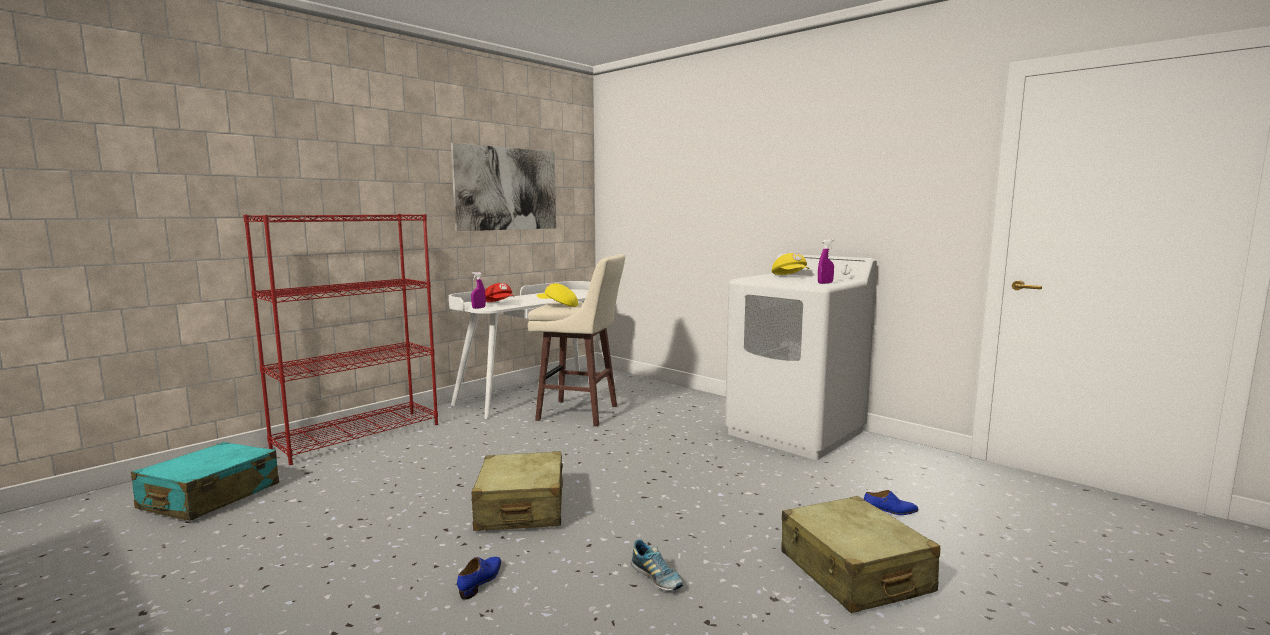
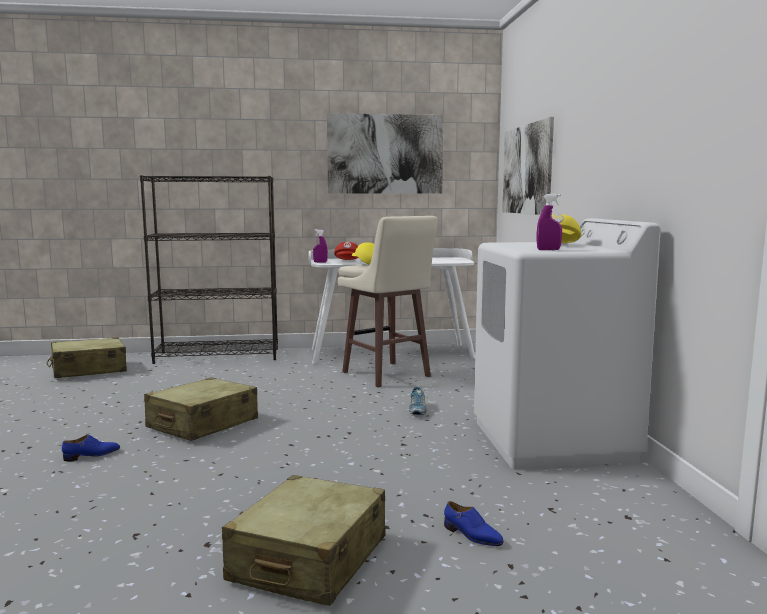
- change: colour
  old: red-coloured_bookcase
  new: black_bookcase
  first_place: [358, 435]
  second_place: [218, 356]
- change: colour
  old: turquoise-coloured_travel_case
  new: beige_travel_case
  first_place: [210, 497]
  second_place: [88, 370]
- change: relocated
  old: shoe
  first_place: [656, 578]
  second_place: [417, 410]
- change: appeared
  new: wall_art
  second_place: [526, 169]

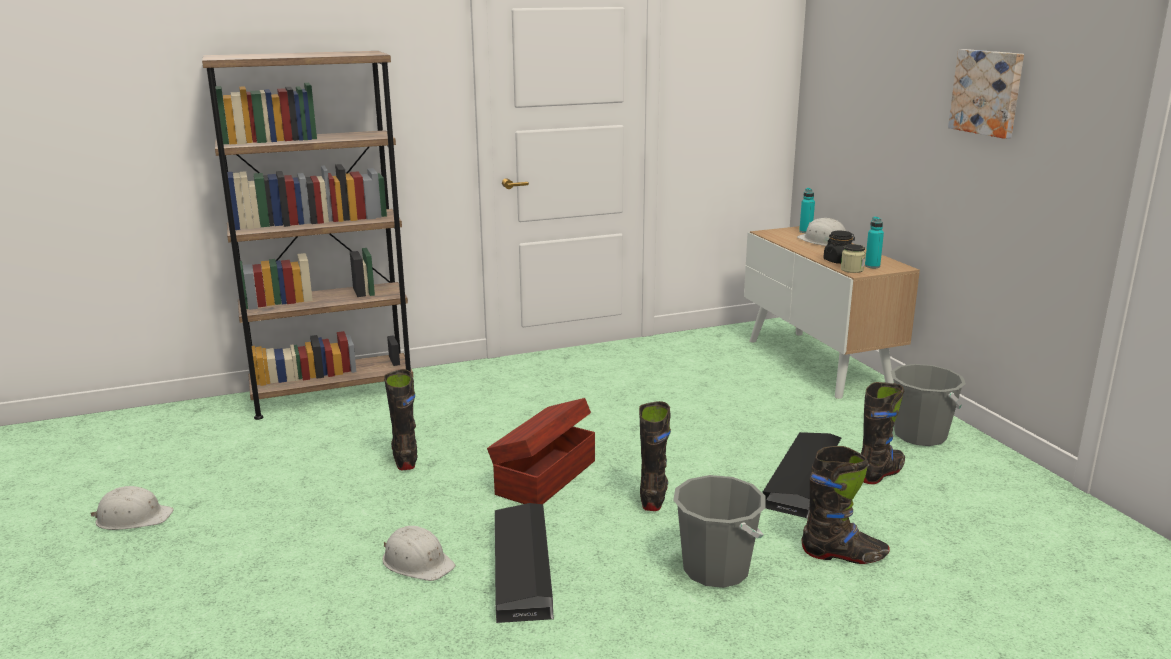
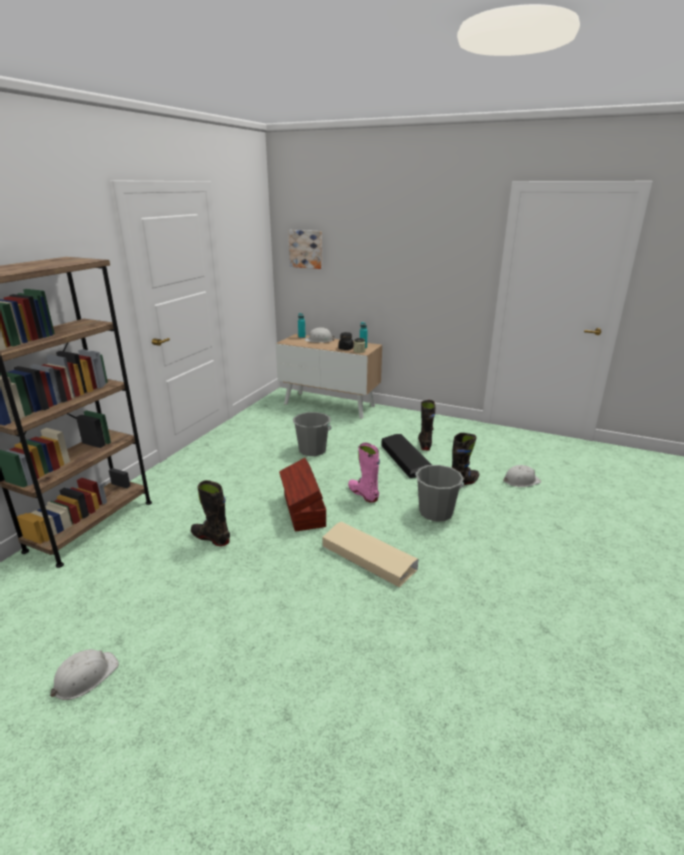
- change: relocated
  old: wall_art
  first_place: [988, 92]
  second_place: [306, 249]
- change: relocated
  old: gray_pail
  first_place: [920, 435]
  second_place: [312, 450]
- change: colour
  old: black_tall_boot
  new: pink_tall_boot
  first_place: [654, 495]
  second_place: [363, 494]
- change: colour
  old: black_storage_box
  new: beige_storage_box
  first_place: [522, 569]
  second_place: [368, 558]
- change: relocated
  old: white_work_helmet
  first_place: [417, 562]
  second_place: [521, 480]

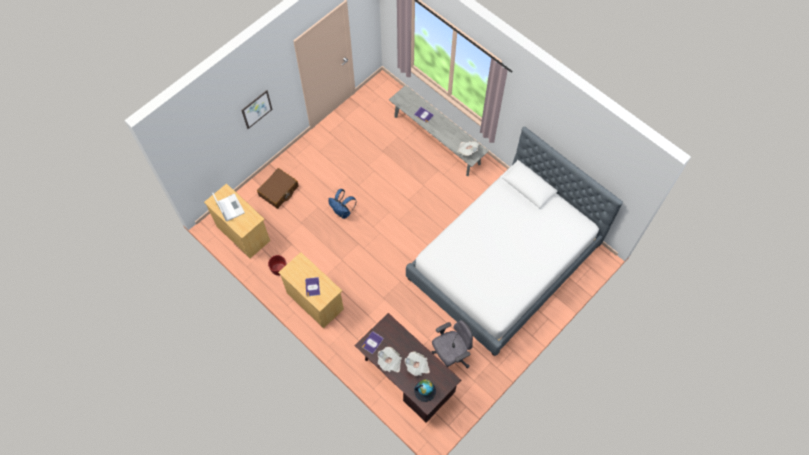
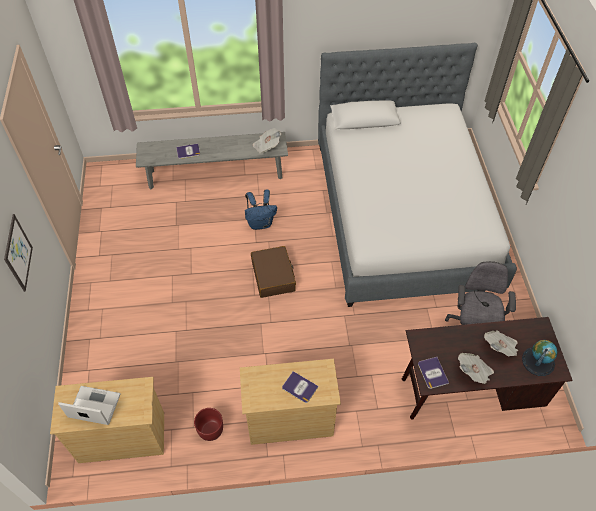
- change: relocated
  old: brownish_travel_case
  first_place: [279, 191]
  second_place: [273, 276]
- change: relocated
  old: bluish_backpack
  first_place: [343, 212]
  second_place: [261, 223]

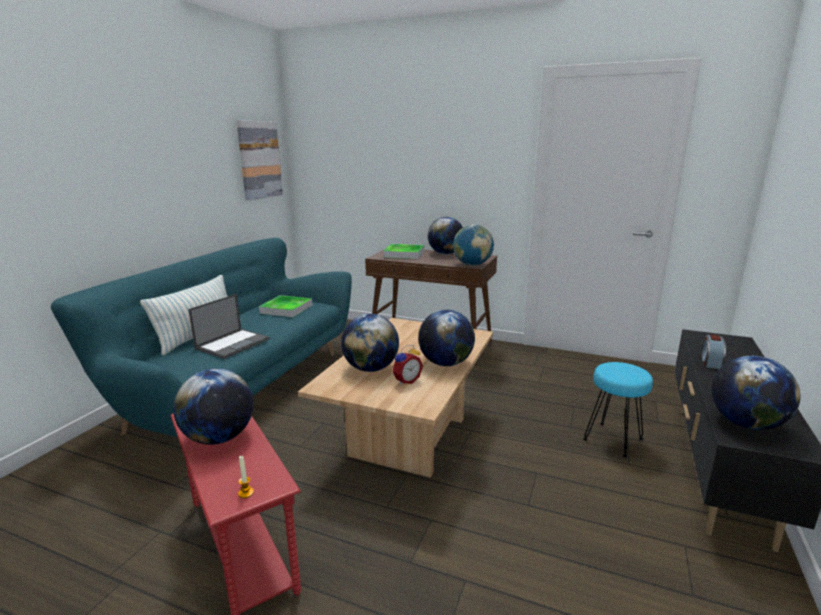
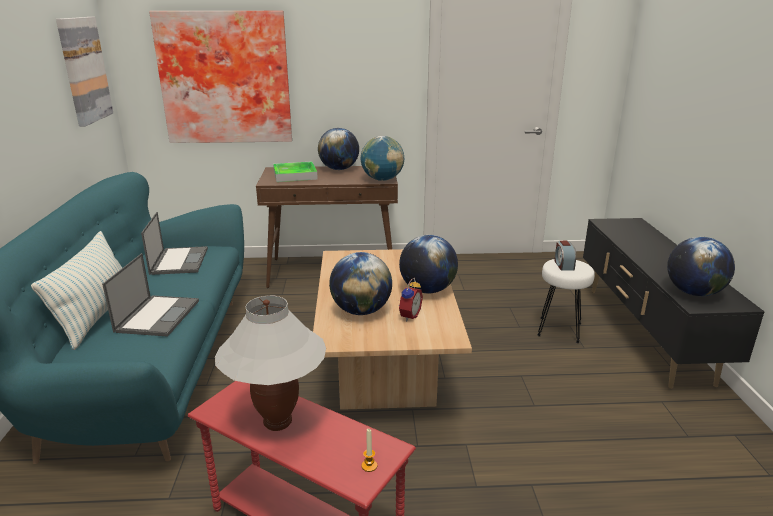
- change: exchanged
  old: tray
  new: portable_computer
  first_place: [286, 309]
  second_place: [179, 261]
- change: relocated
  old: table_clock
  first_place: [711, 362]
  second_place: [563, 265]
- change: colour
  old: turquoise-coloured_stool_seat
  new: white_stool_seat
  first_place: [613, 440]
  second_place: [560, 330]
- change: exchanged
  old: world_globe
  new: white_tabletop_lamp
  first_place: [219, 438]
  second_place: [278, 422]
- change: appeared
  new: wall_art
  second_place: [225, 78]

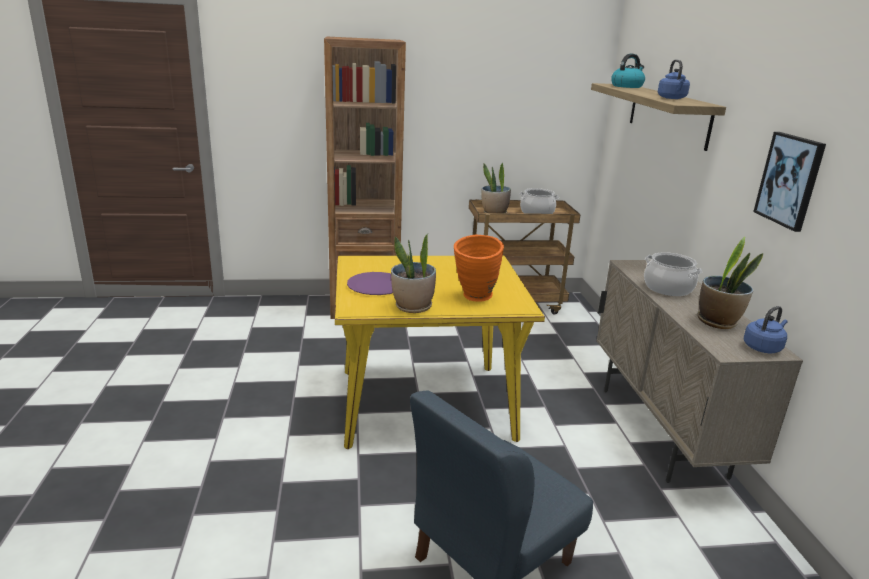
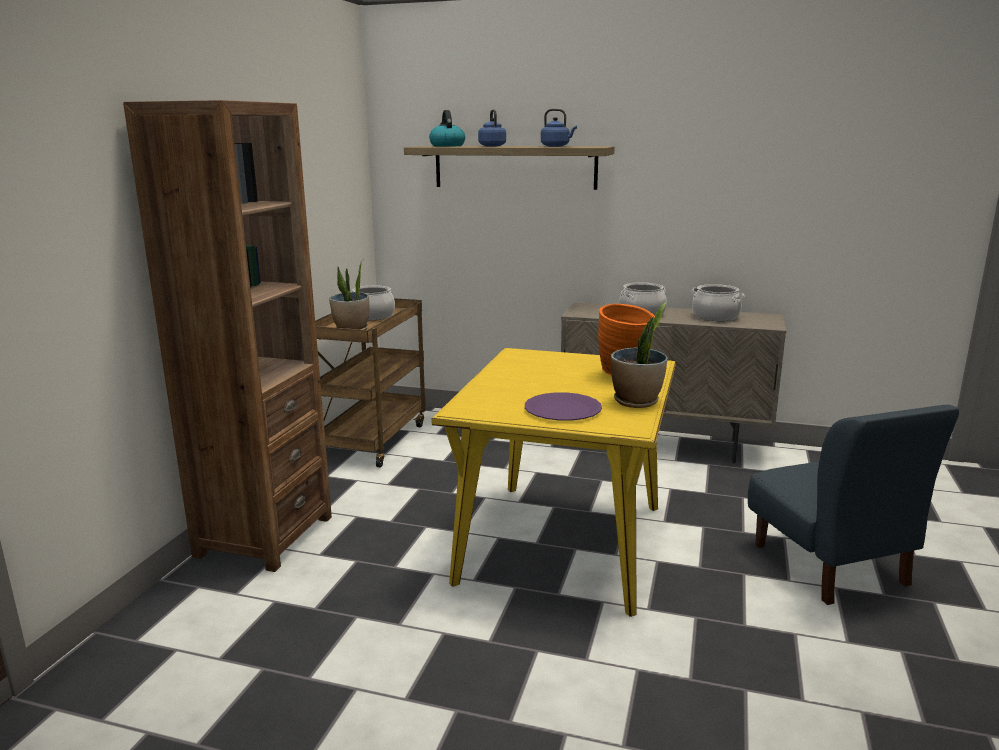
- change: missing
  old: wall_art
  first_place: [790, 180]
- change: exchanged
  old: potted_plant
  new: stockpot
  first_place: [718, 322]
  second_place: [715, 317]
- change: relocated
  old: bluish_tea_kettle
  first_place: [763, 347]
  second_place: [492, 146]

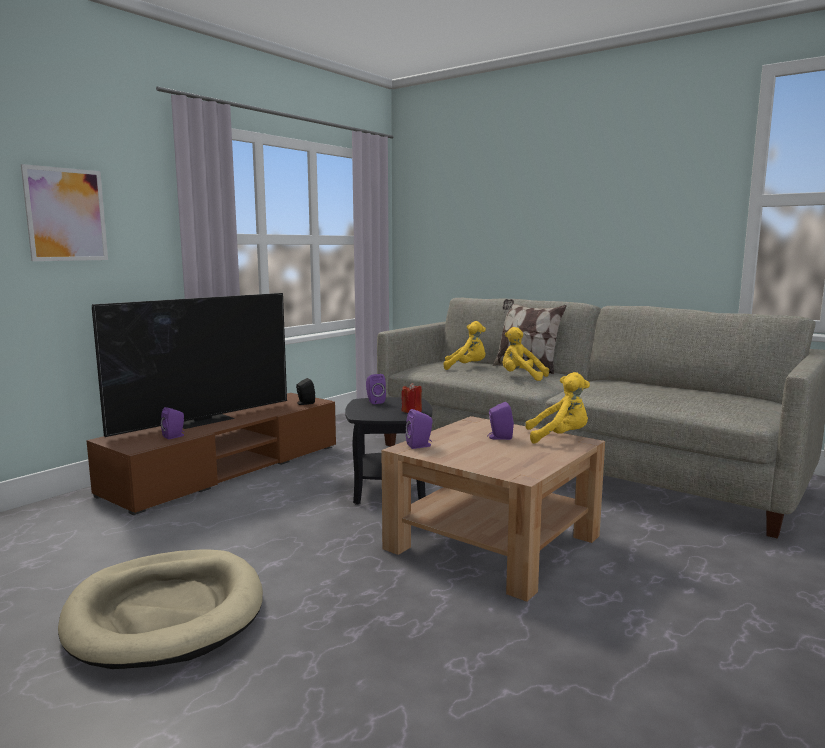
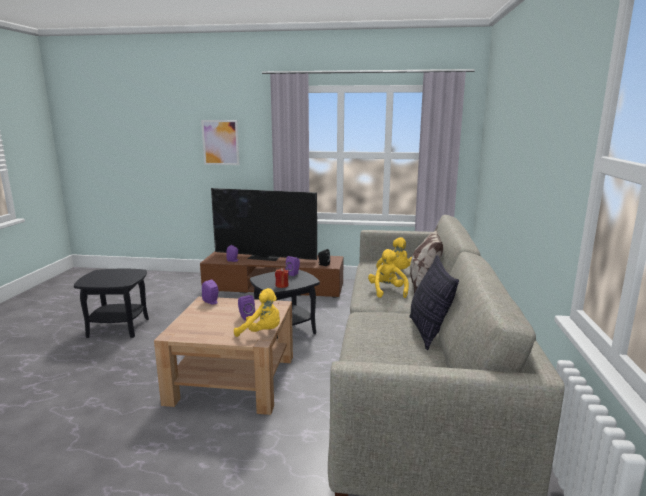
- change: spun
  old: yellow_plush_toy
  first_place: [559, 437]
  second_place: [262, 332]
  degrees: -45
- change: exchanged
  old: beige_dog_bed
  new: black_accent_table
  first_place: [166, 613]
  second_place: [118, 328]
- change: appeared
  new: throw_pillow
  second_place: [428, 332]

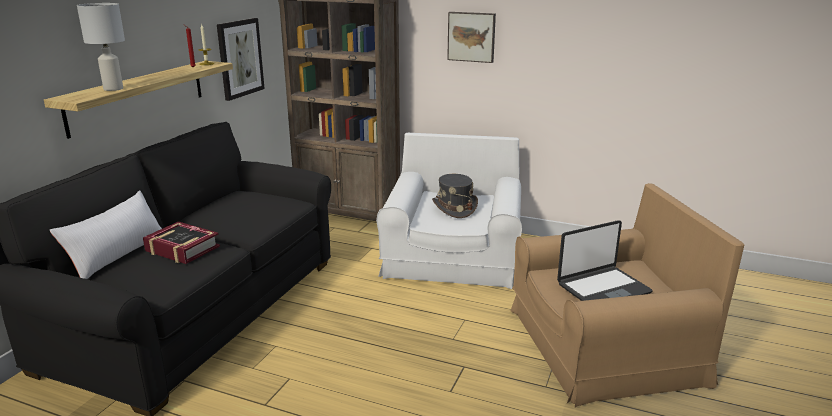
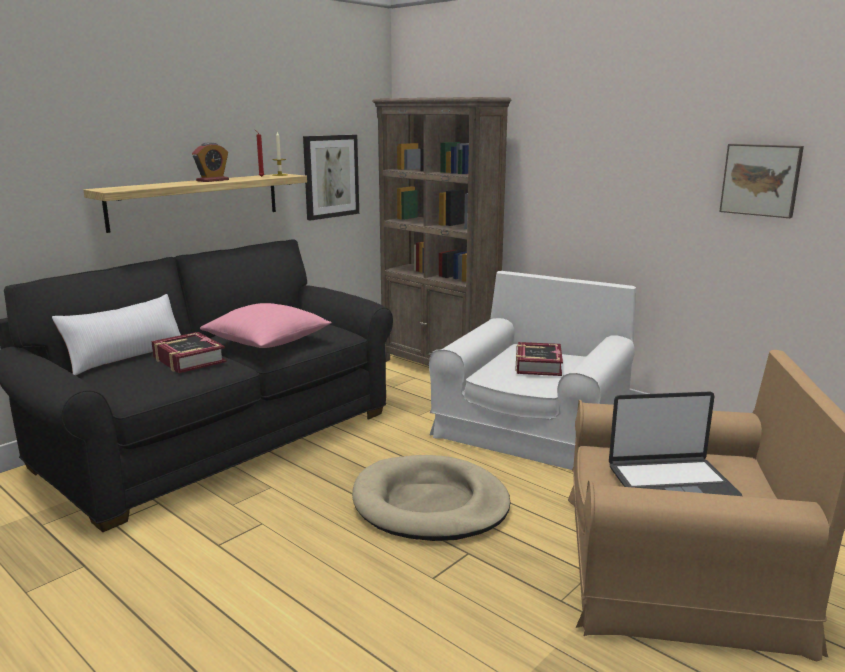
- change: missing
  old: white_tabletop_lamp
  first_place: [114, 89]
- change: relocated
  old: wall_art
  first_place: [471, 36]
  second_place: [761, 180]
- change: exchanged
  old: gray_clothing_hat
  new: bound_book
  first_place: [454, 208]
  second_place: [538, 365]
- change: appeared
  new: table_clock
  second_place: [212, 180]
- change: appeared
  new: pink_throw_pillow
  second_place: [267, 342]
- change: appeared
  new: beige_dog_bed
  second_place: [430, 504]

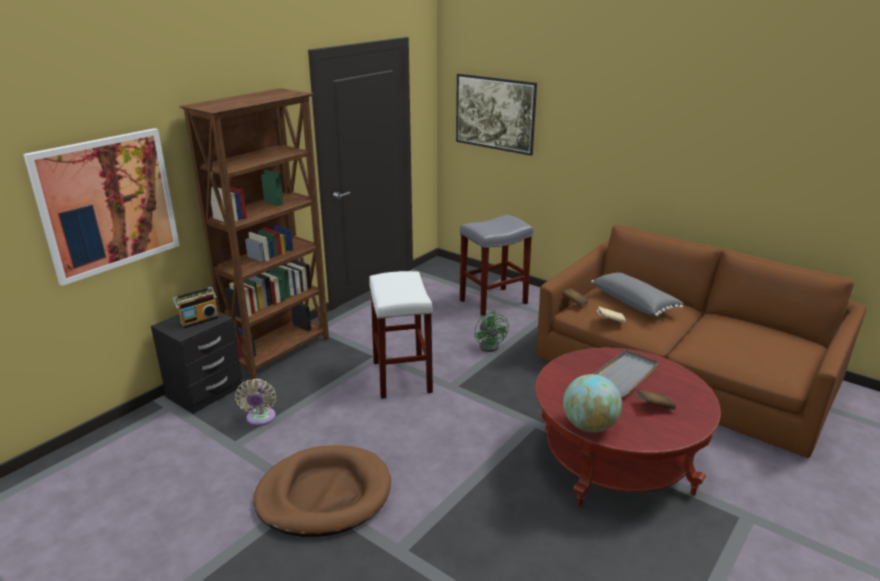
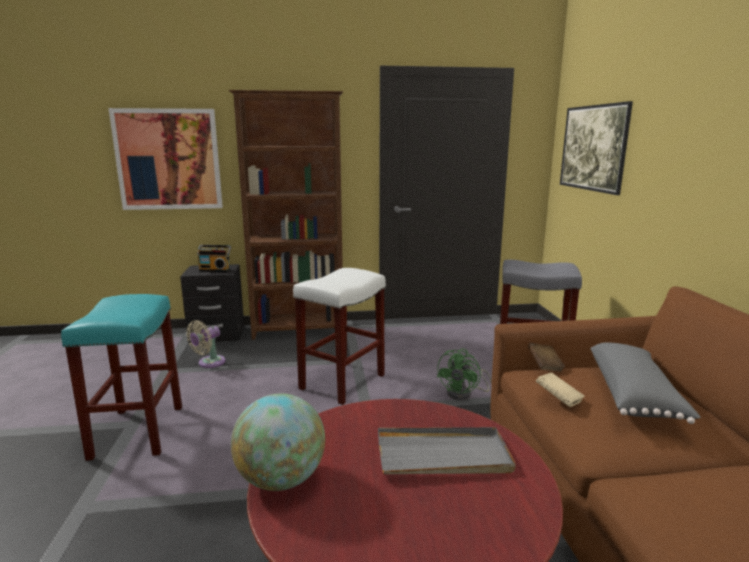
- change: missing
  old: brownish_bound_book
  first_place: [654, 406]
- change: exchanged
  old: brownish_dog_bed
  new: turquoise-coloured_stool_seat
  first_place: [324, 495]
  second_place: [137, 431]

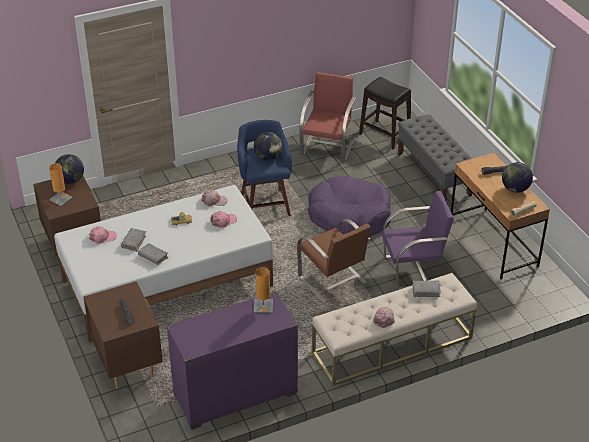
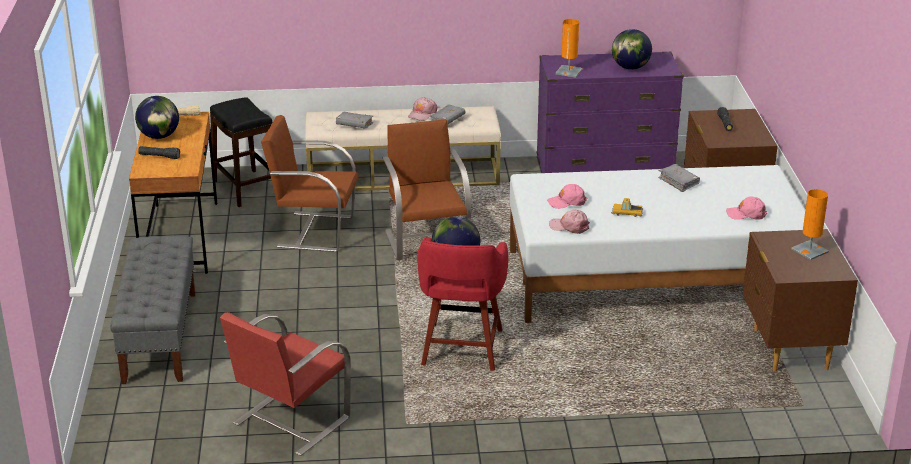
- change: relocated
  old: black_stool_seat
  first_place: [384, 134]
  second_place: [246, 188]
- change: colour
  old: bluish_stool_seat
  new: red-coloured_stool_seat
  first_place: [265, 204]
  second_place: [461, 350]
- change: relocated
  old: world_globe
  first_place: [70, 180]
  second_place: [630, 68]
- change: missing
  old: purple_dog_bed
  first_place: [349, 215]
- change: colour
  old: purple_chair
  new: brownish_chair
  first_place: [413, 270]
  second_place: [314, 231]
- change: relocated
  old: gray_bound_book
  first_place: [134, 242]
  second_place: [447, 120]

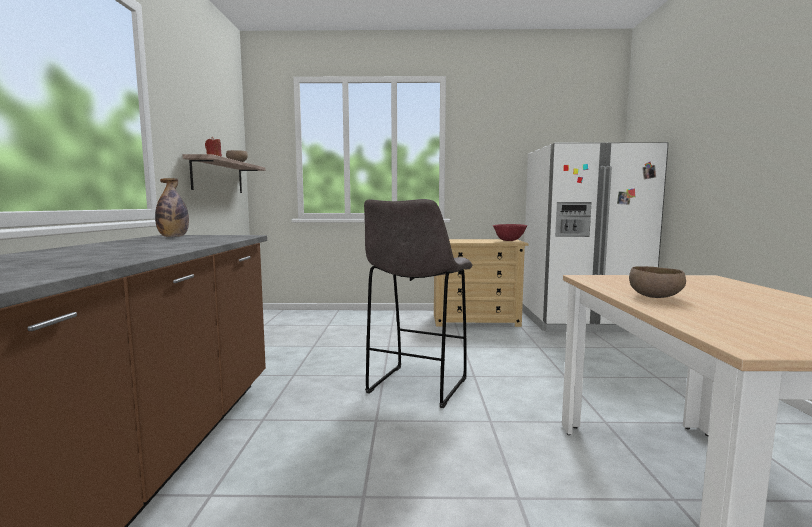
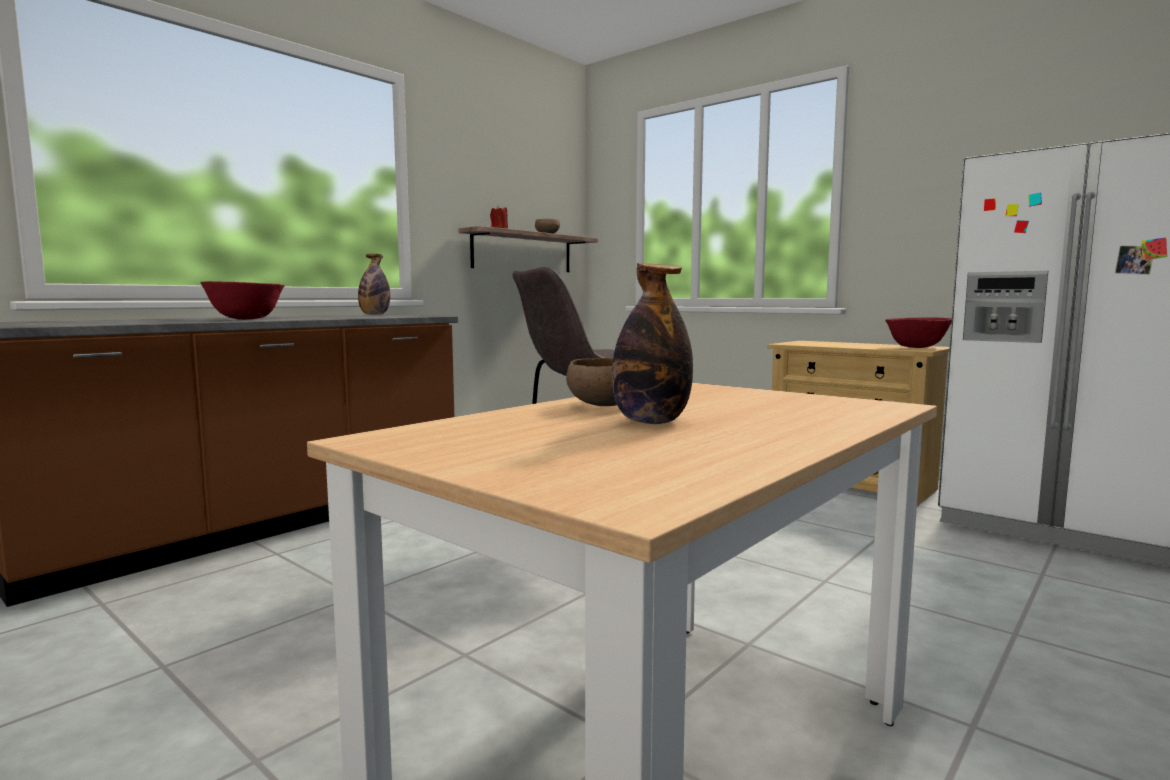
- change: appeared
  new: drink_bottle
  second_place: [650, 421]
- change: appeared
  new: red-coloured_deep_dish
  second_place: [245, 319]

